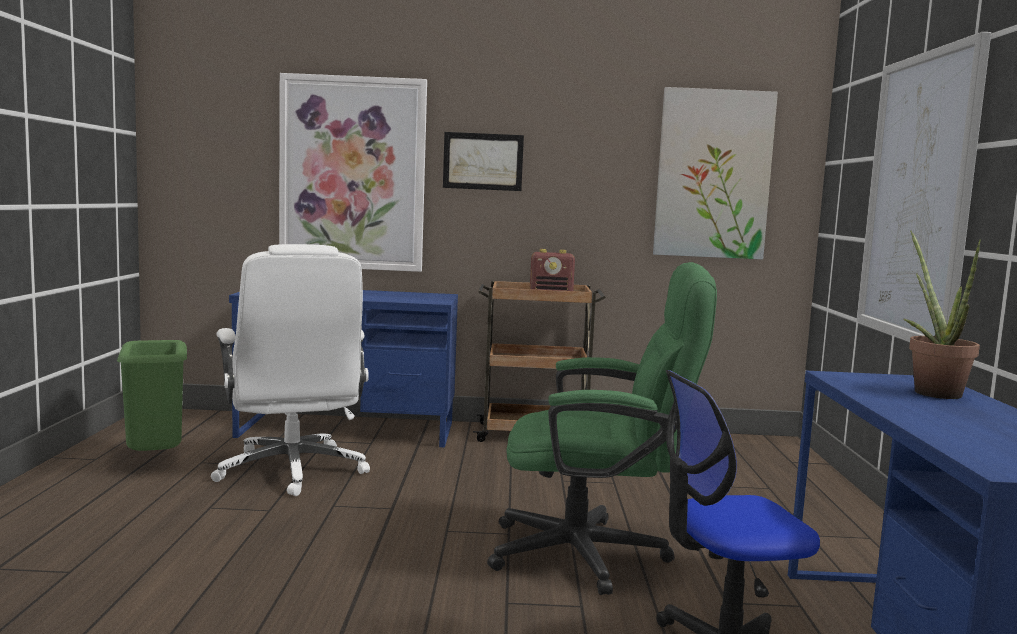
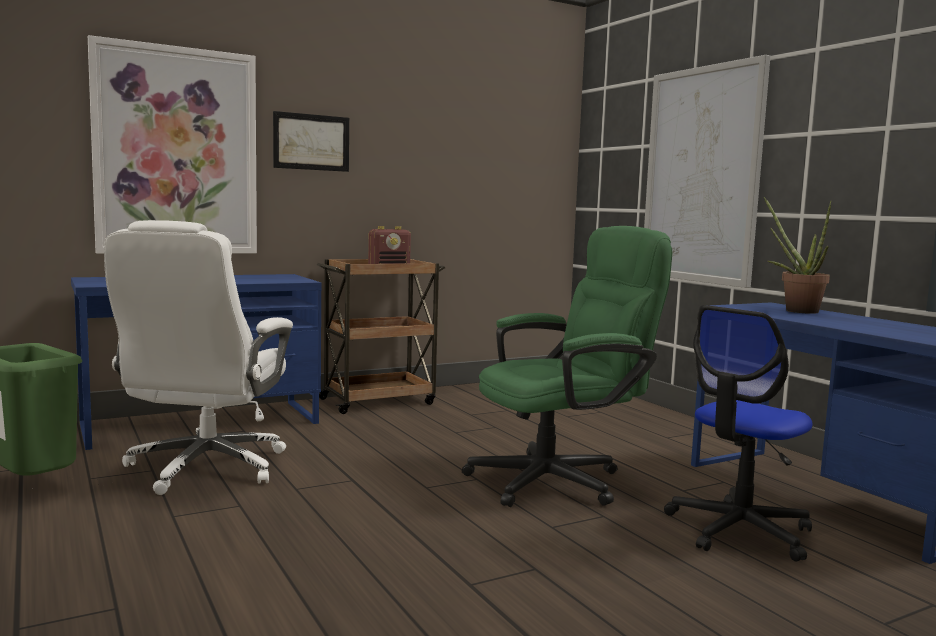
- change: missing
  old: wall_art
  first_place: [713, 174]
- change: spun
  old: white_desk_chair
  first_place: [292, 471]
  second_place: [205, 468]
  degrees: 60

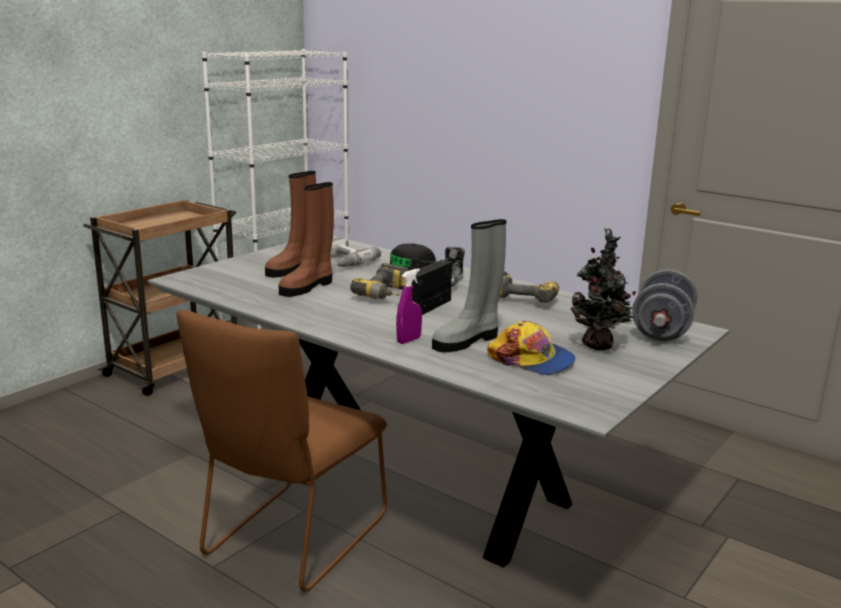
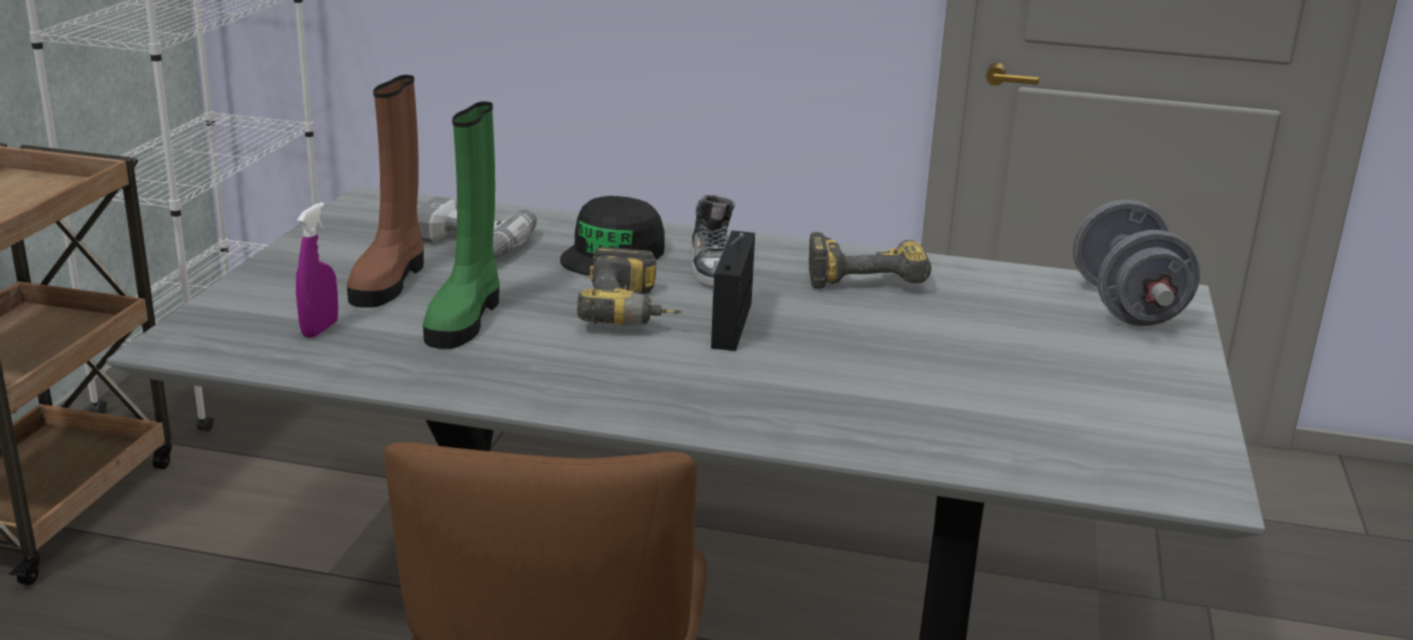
- change: colour
  old: brownish_tall_boot
  new: green_tall_boot
  first_place: [308, 287]
  second_place: [465, 318]
- change: missing
  old: gray_tall_boot
  first_place: [467, 341]
- change: missing
  old: potted_plant
  first_place: [599, 346]
- change: relocated
  old: purple_sprayer
  first_place: [408, 340]
  second_place: [320, 329]
- change: missing
  old: cap
  first_place: [532, 360]

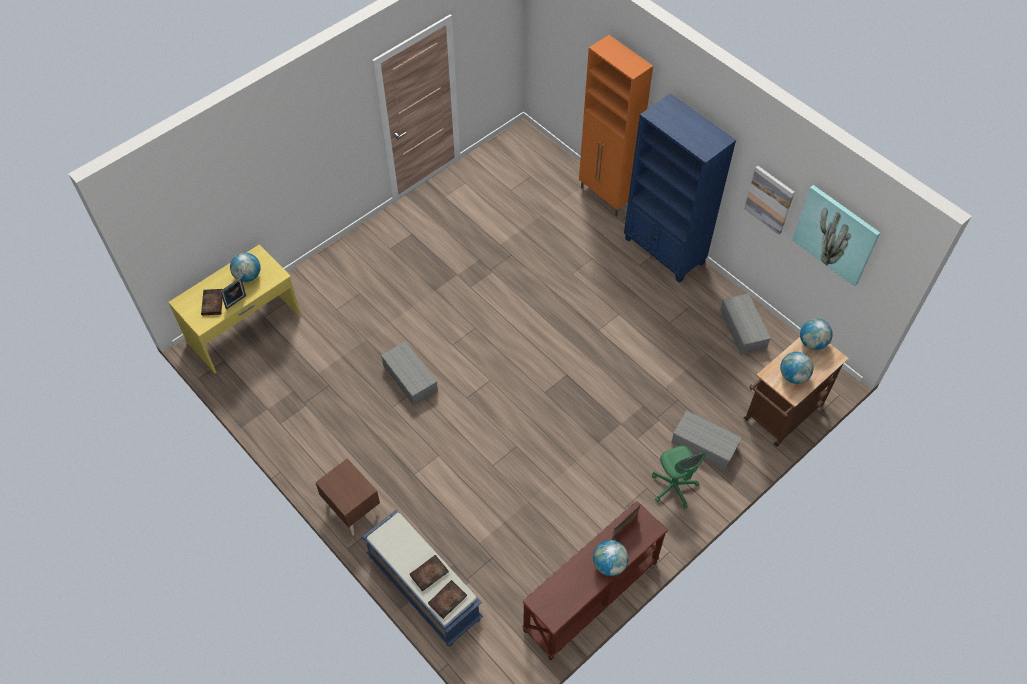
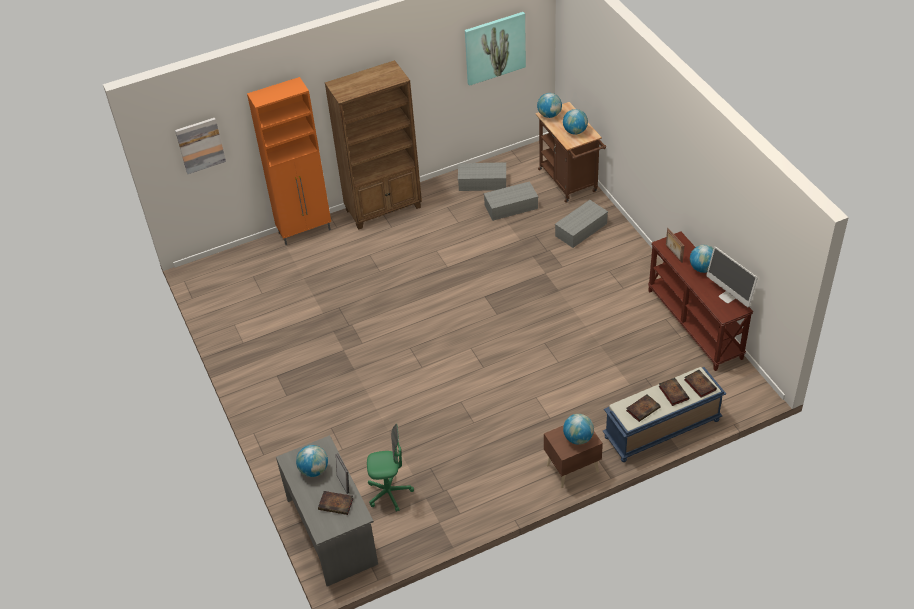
- change: colour
  old: bluish_bookcase
  new: brownish_bookcase
  first_place: [664, 251]
  second_place: [384, 209]
- change: relocated
  old: wall_art
  first_place: [769, 199]
  second_place: [200, 145]
- change: colour
  old: yellow_desk_table
  new: gray_desk_table
  first_place: [245, 329]
  second_place: [333, 531]
- change: relocated
  old: gray_storage_box
  first_place: [409, 378]
  second_place: [510, 207]
- change: relocated
  old: green_desk_chair
  first_place: [673, 487]
  second_place: [389, 493]
- change: appeared
  new: computer_screen
  second_place: [728, 296]
- change: appeared
  new: bound_book
  second_place: [643, 409]
- change: appeared
  new: world_globe
  second_place: [578, 438]

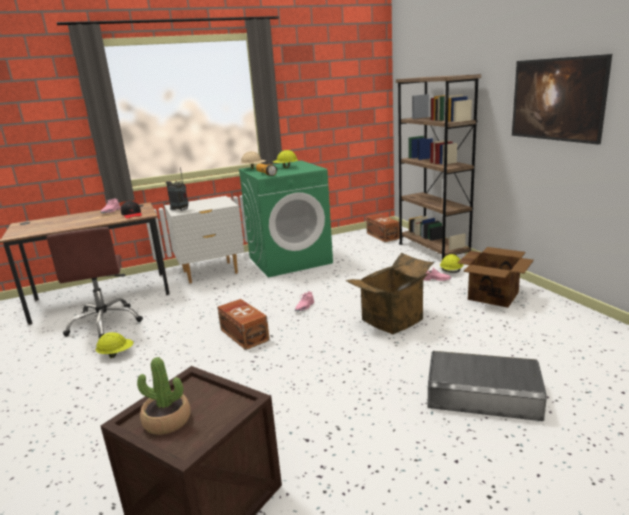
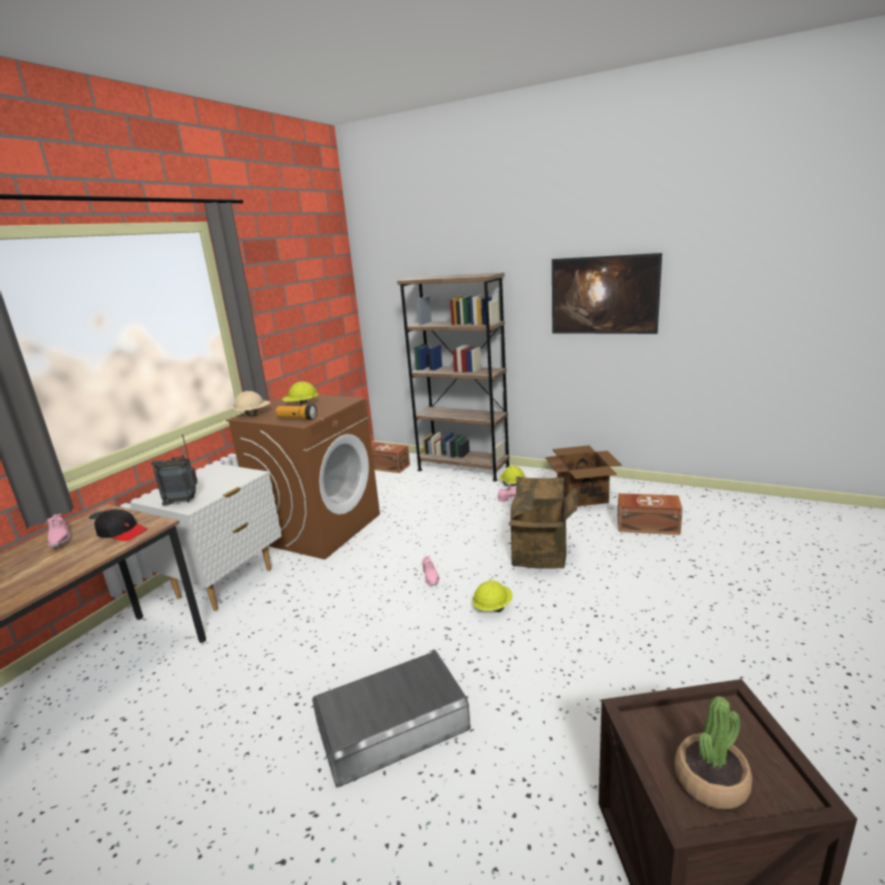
- change: colour
  old: green_washing_machine
  new: brownish_washing_machine
  first_place: [290, 260]
  second_place: [319, 528]
- change: missing
  old: brownish_desk_chair
  first_place: [105, 323]
- change: relocated
  old: brownish_storage_box
  first_place: [244, 334]
  second_place: [646, 525]
- change: relocated
  old: yellow_work_helmet
  first_place: [116, 354]
  second_place: [492, 607]
- change: relocated
  old: gray_storage_box
  first_place: [483, 394]
  second_place: [392, 725]

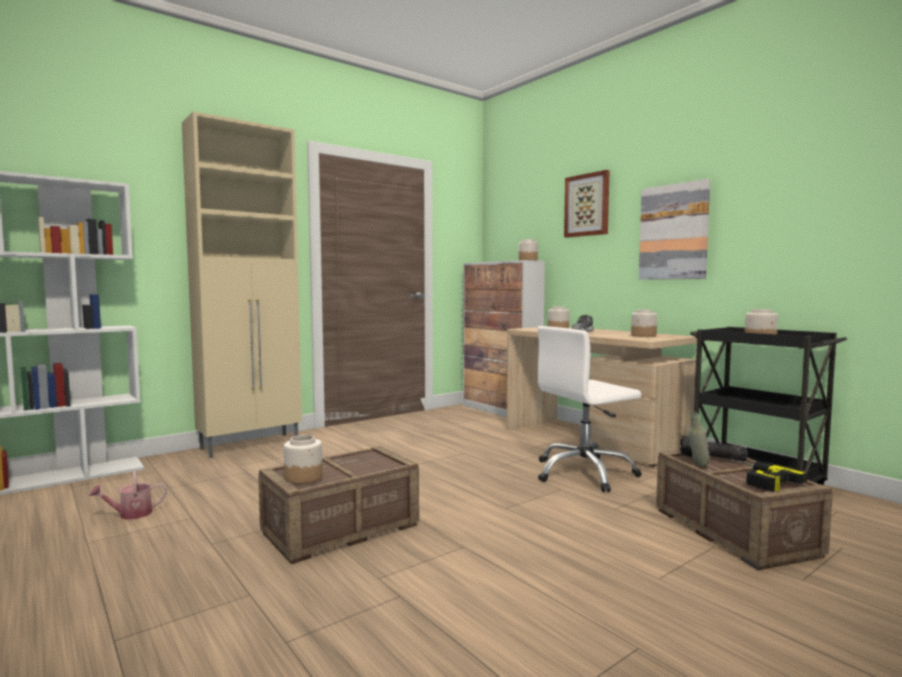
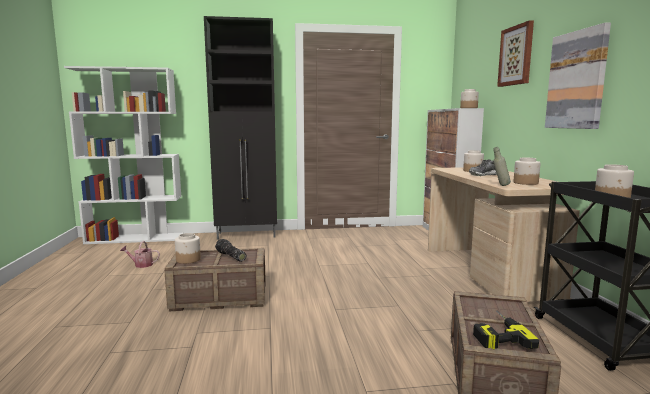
- change: colour
  old: beige_storage_cabinet
  new: black_storage_cabinet
  first_place: [251, 445]
  second_place: [247, 235]
- change: missing
  old: white_desk_chair
  first_place: [584, 473]
- change: relocated
  old: gray_drink_bottle
  first_place: [697, 466]
  second_place: [500, 185]
- change: relocated
  old: hand_torch
  first_place: [711, 458]
  second_place: [230, 256]

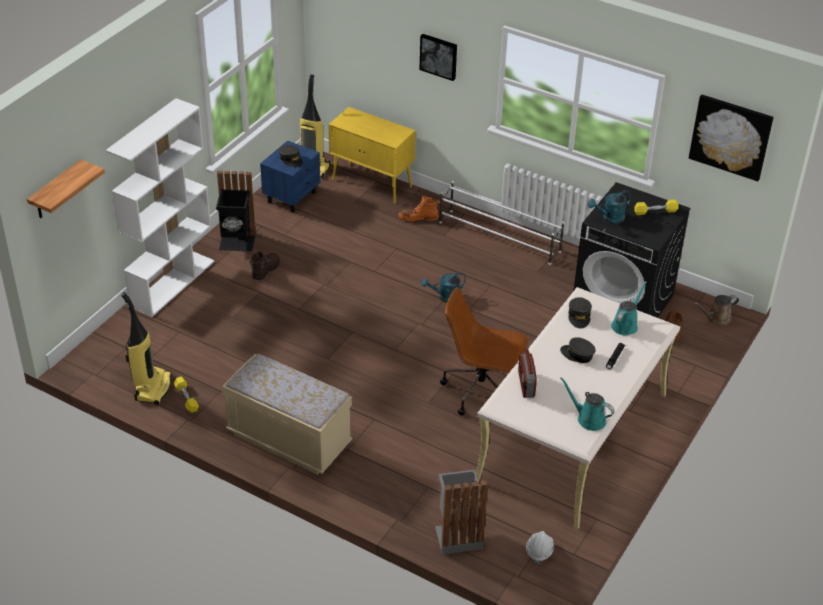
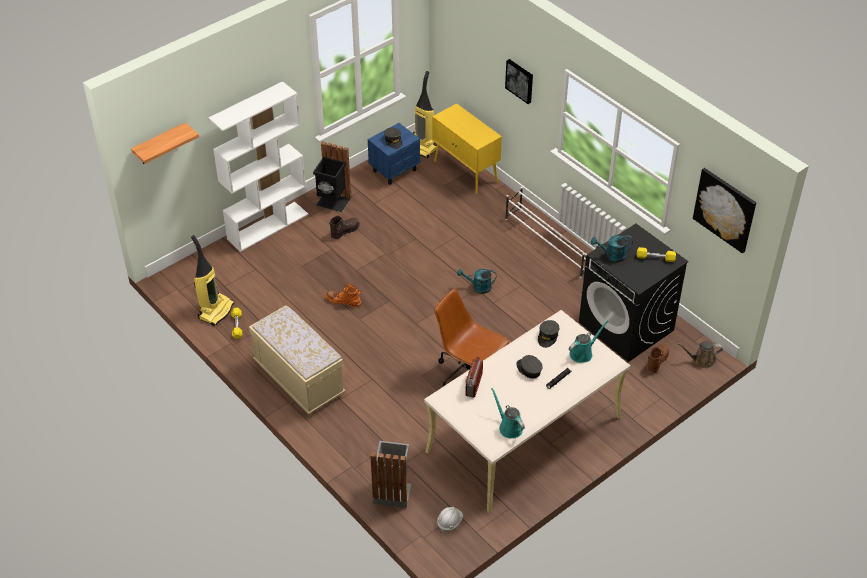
- change: relocated
  old: orange_tall_boot
  first_place: [418, 217]
  second_place: [343, 301]

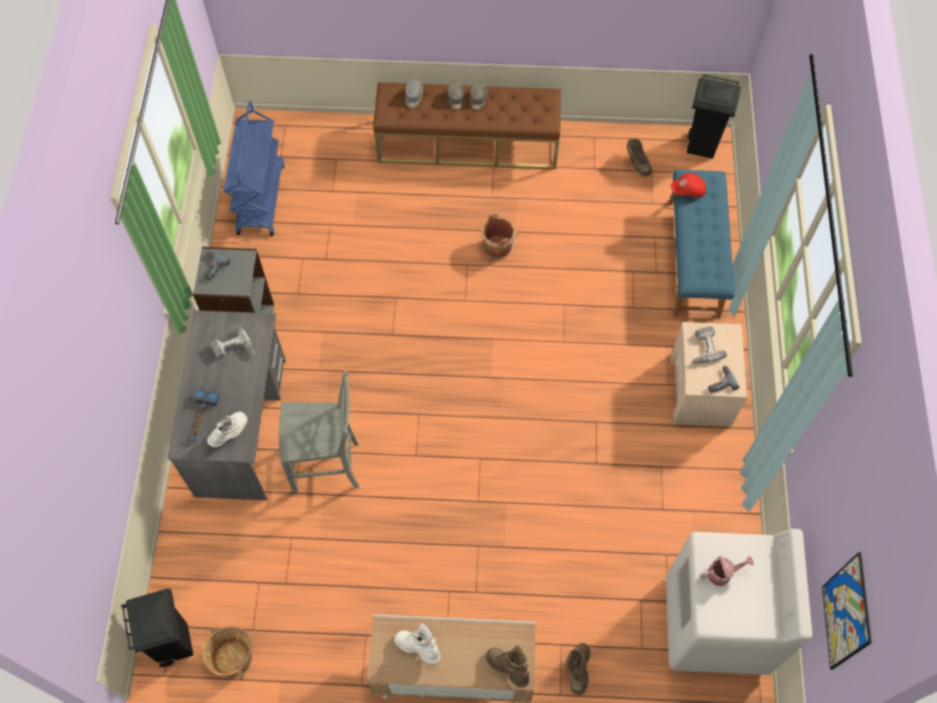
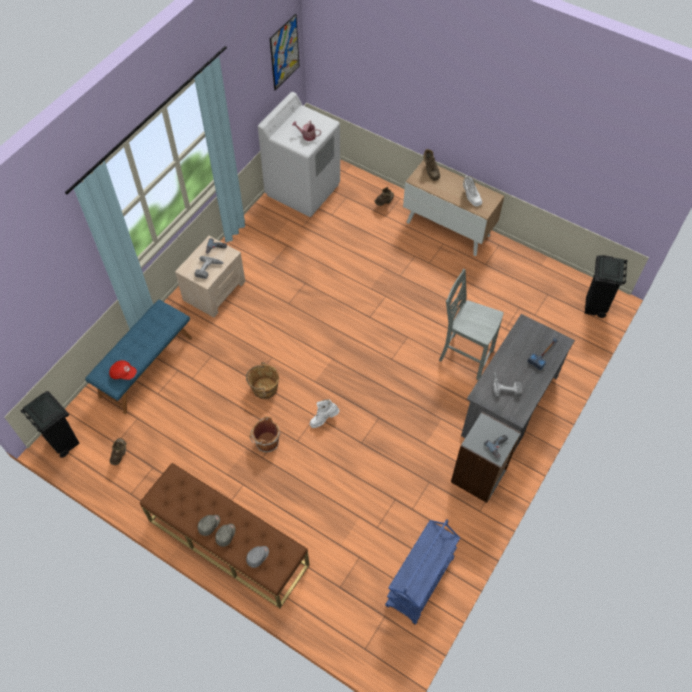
- change: relocated
  old: white_tall_boot
  first_place: [230, 434]
  second_place: [324, 419]
- change: relocated
  old: brownish_pail
  first_place: [233, 657]
  second_place: [264, 388]

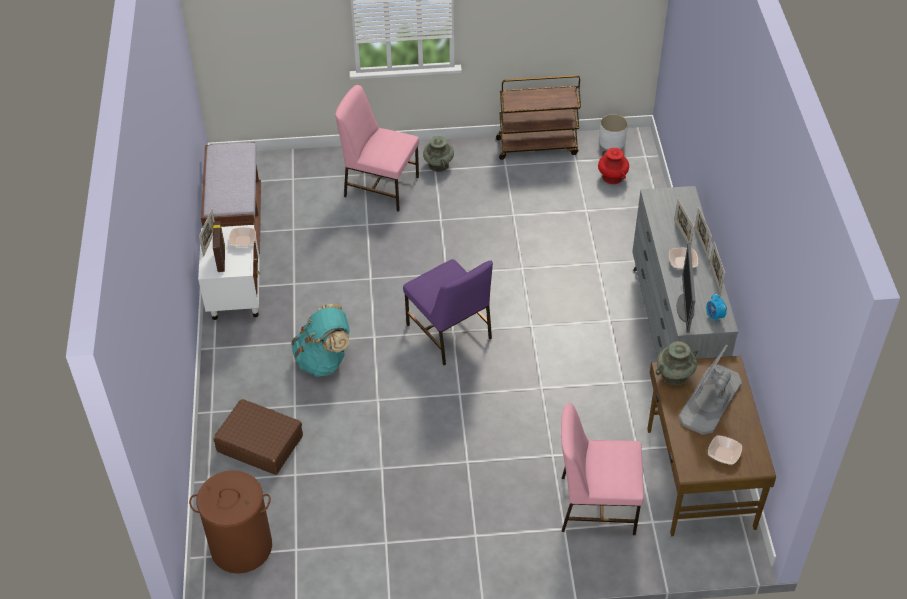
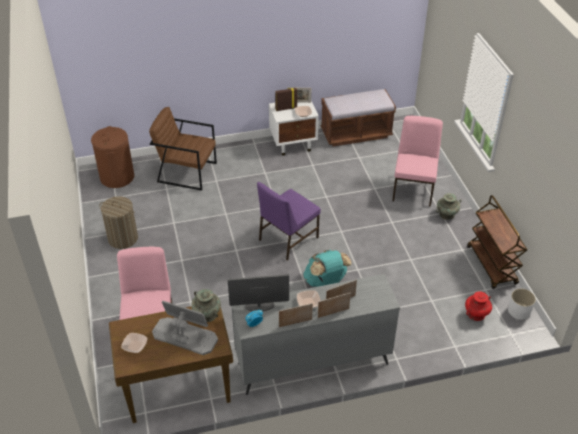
- change: relocated
  old: turquoise-coloured_backpack
  first_place: [324, 360]
  second_place: [325, 282]
- change: exchanged
  old: brownish_travel_case
  new: brownish_easy_chair
  first_place: [260, 443]
  second_place: [187, 172]
- change: appeared
  new: washing_basket
  second_place: [123, 238]

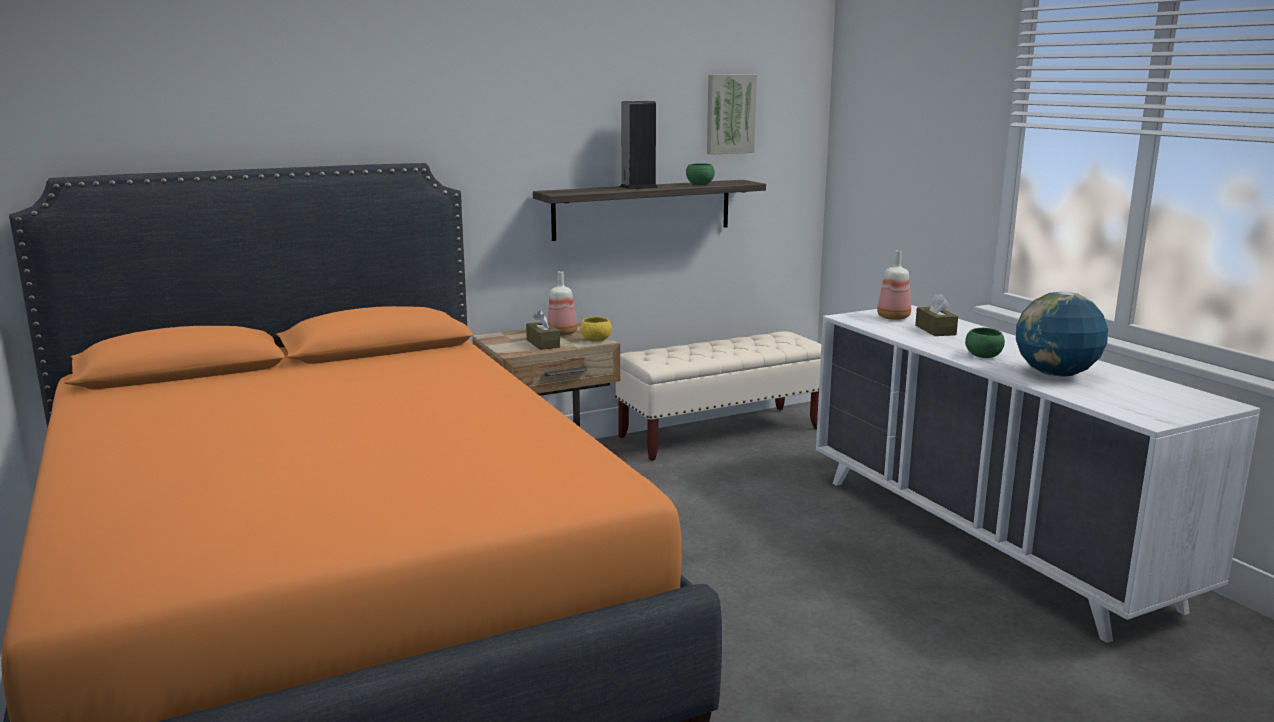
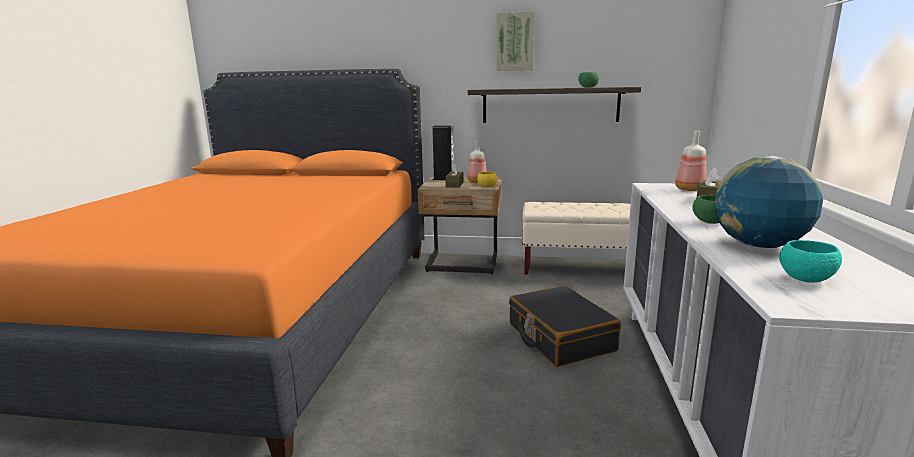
- change: relocated
  old: wall_art
  first_place: [729, 114]
  second_place: [515, 42]
- change: relocated
  old: speaker
  first_place: [638, 187]
  second_place: [444, 179]
- change: appeared
  new: turquoise-coloured_deep_dish
  second_place: [805, 279]
- change: appeared
  new: black_travel_case
  second_place: [560, 337]

